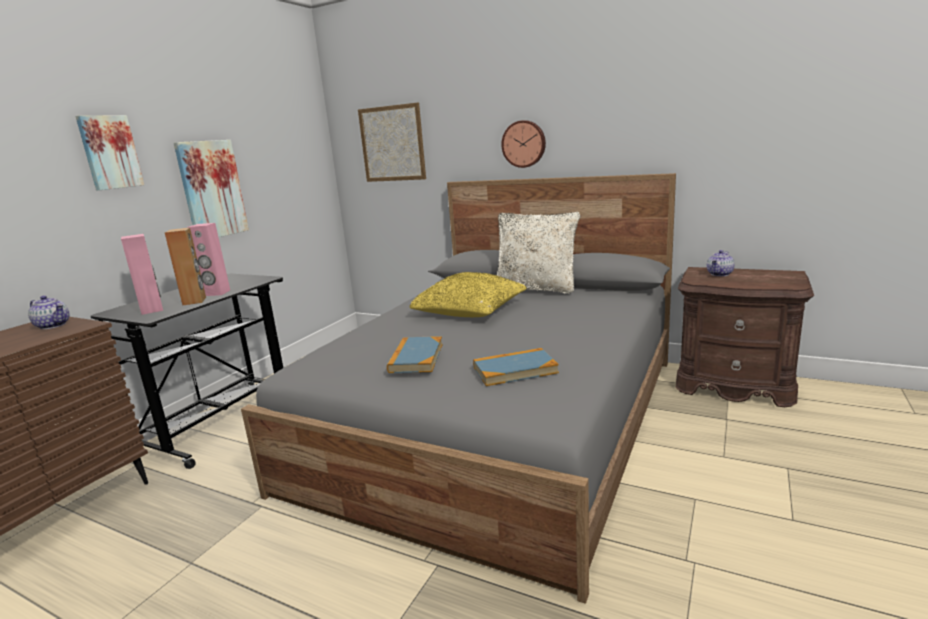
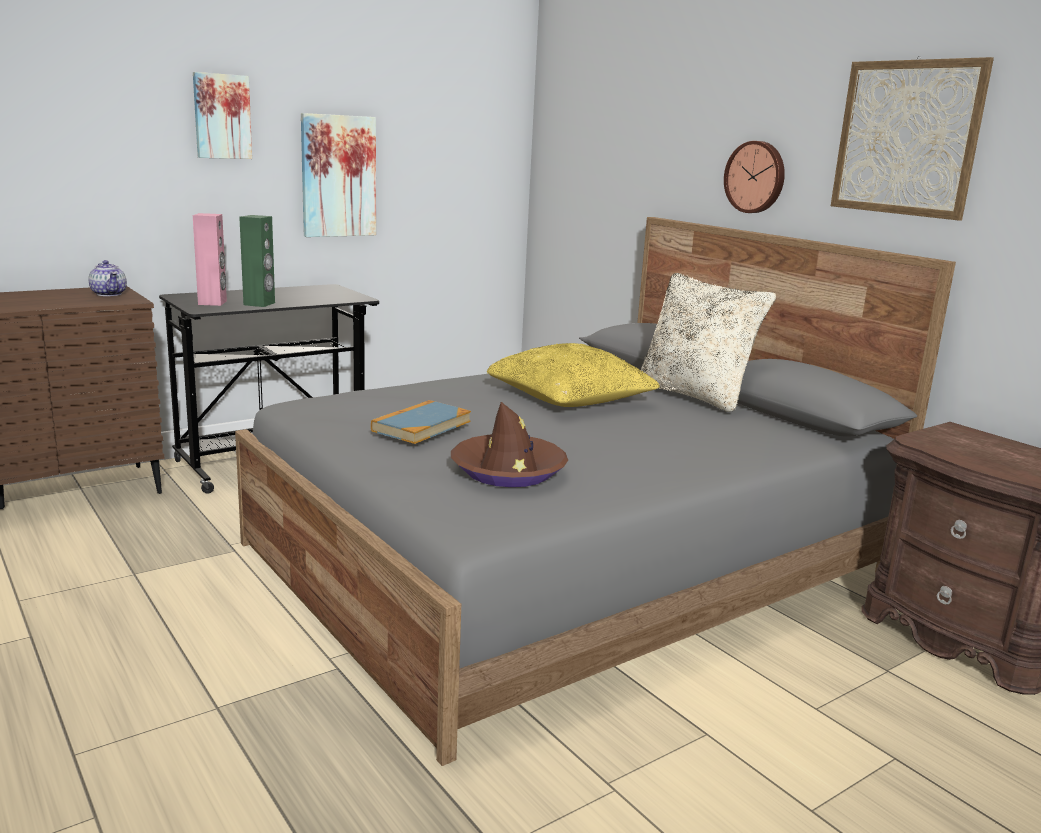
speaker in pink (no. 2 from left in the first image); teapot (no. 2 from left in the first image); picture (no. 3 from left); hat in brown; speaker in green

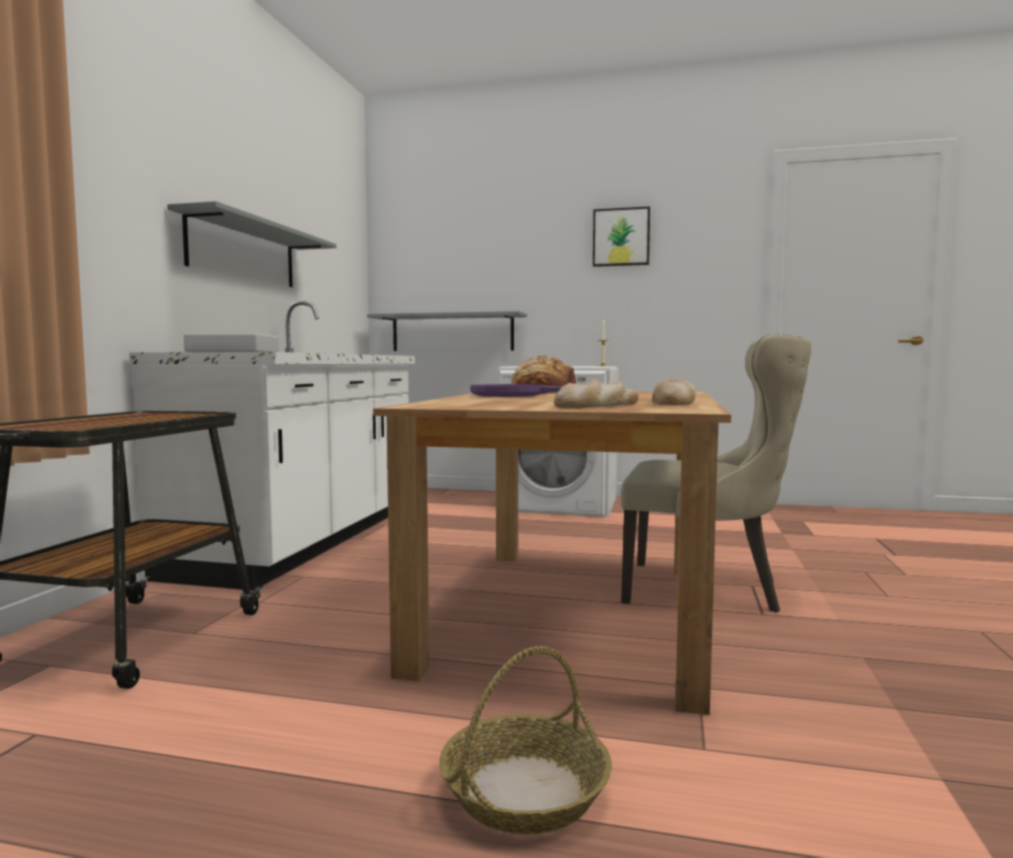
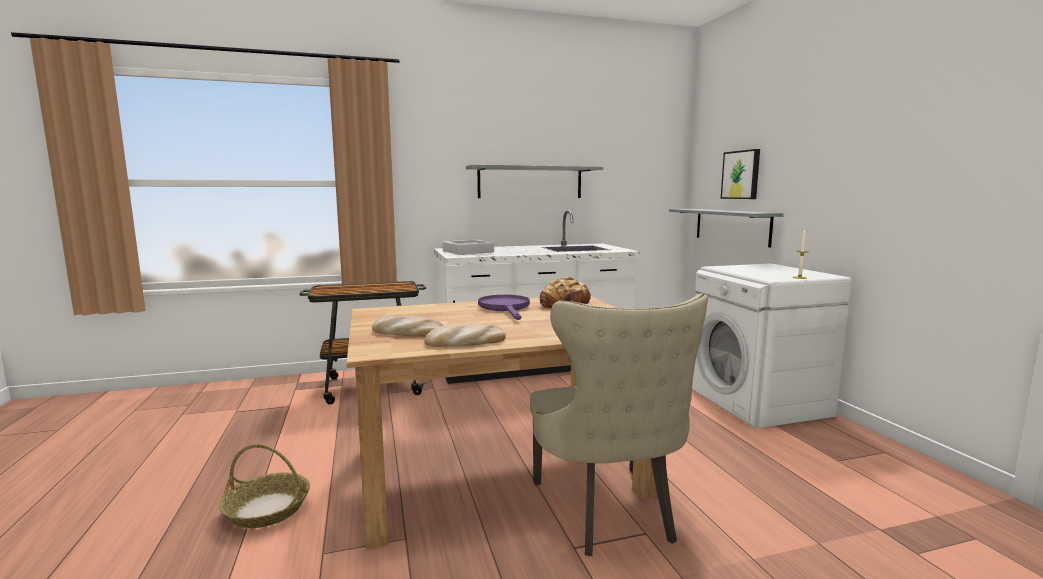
picture

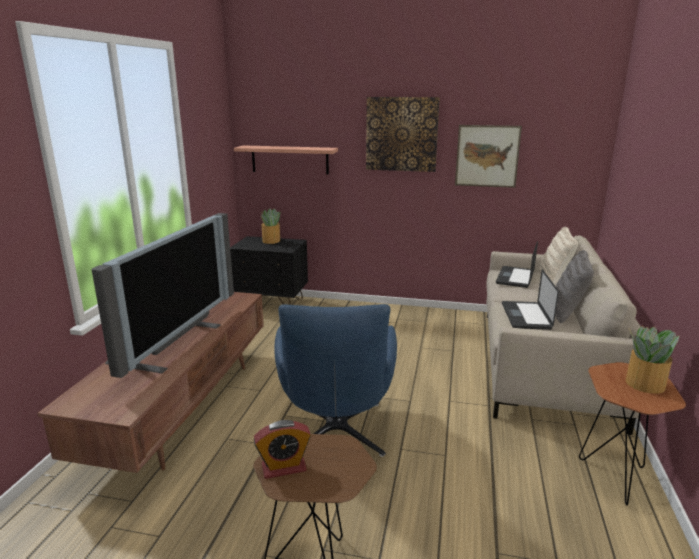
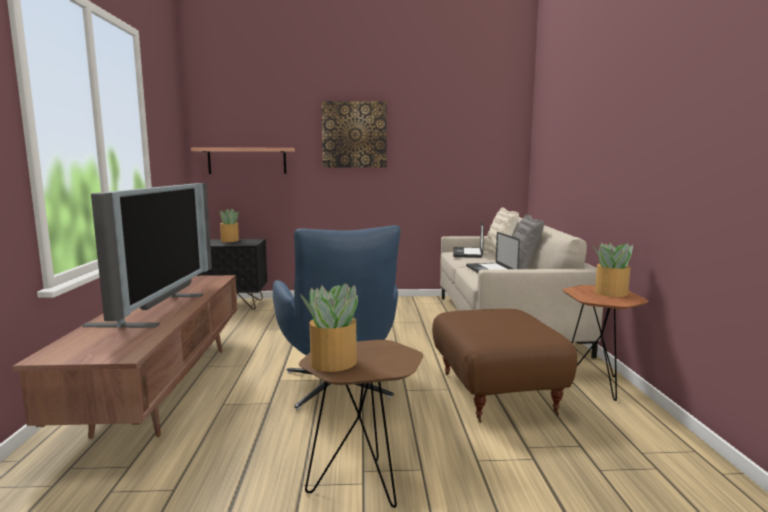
picture (no. 2 from left in the first image); ottoman in brown; potted plant (no. 2 from left)

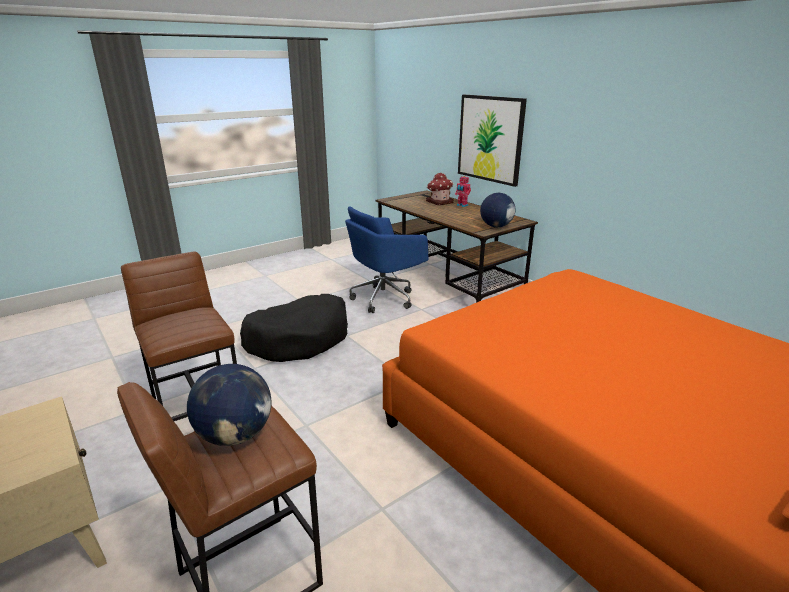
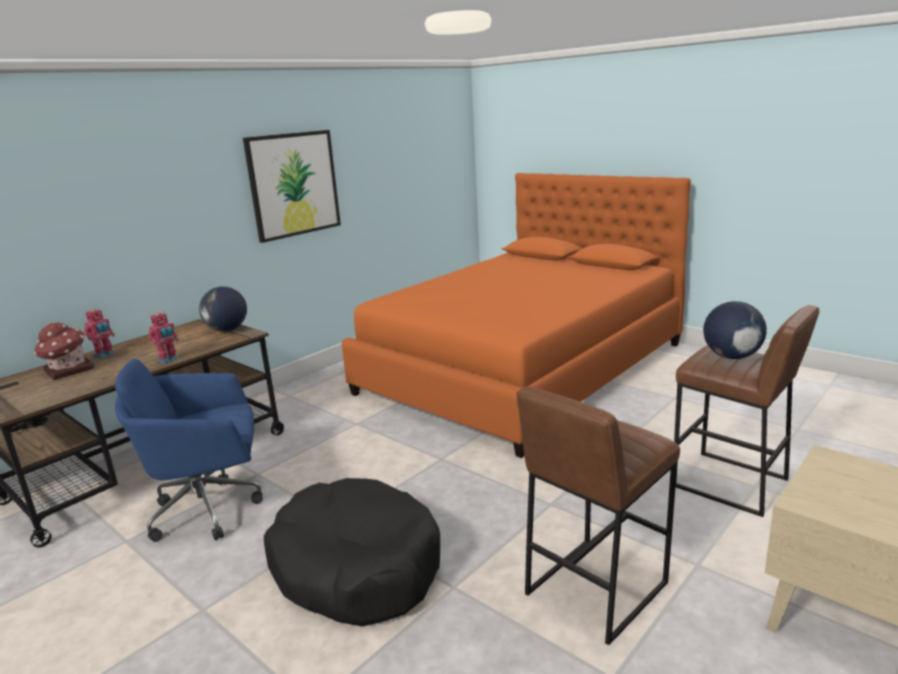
toy robot (no. 2 from left); picture; office chair in blue

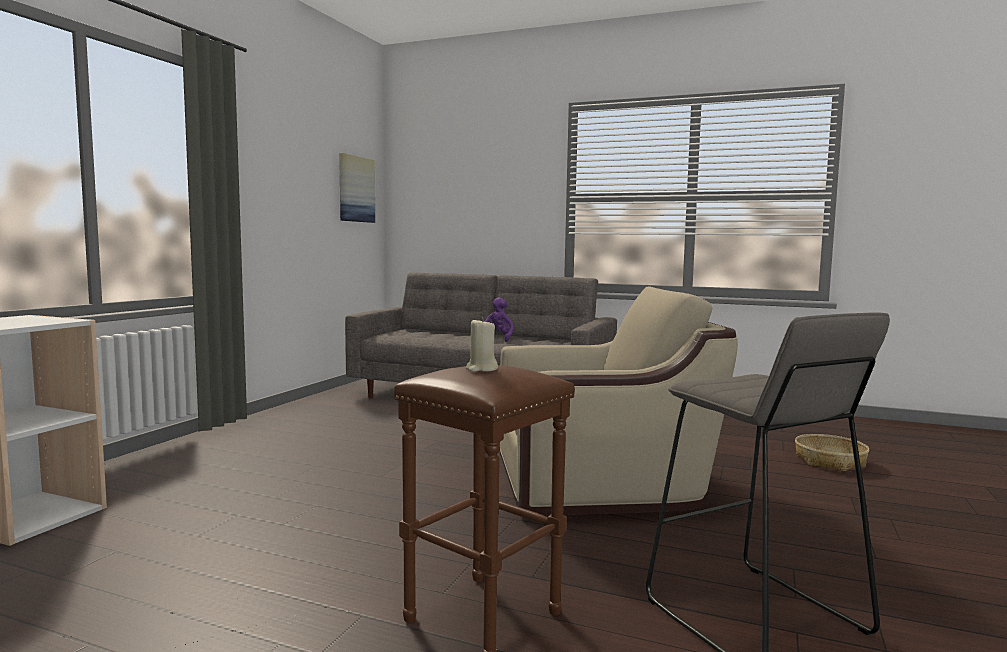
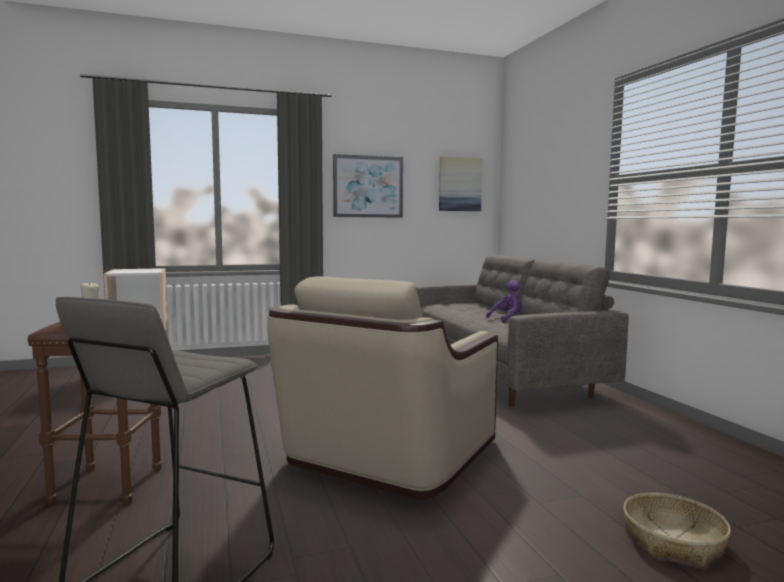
picture (no. 1 from left); armchair in beige

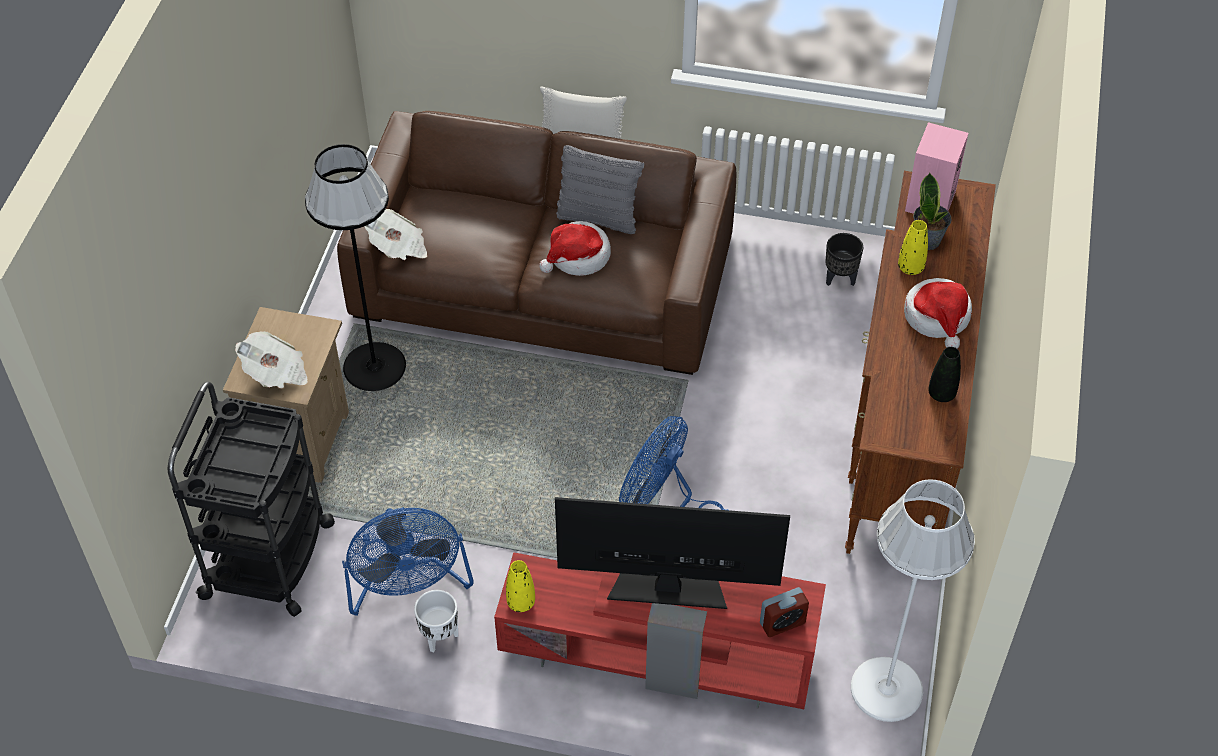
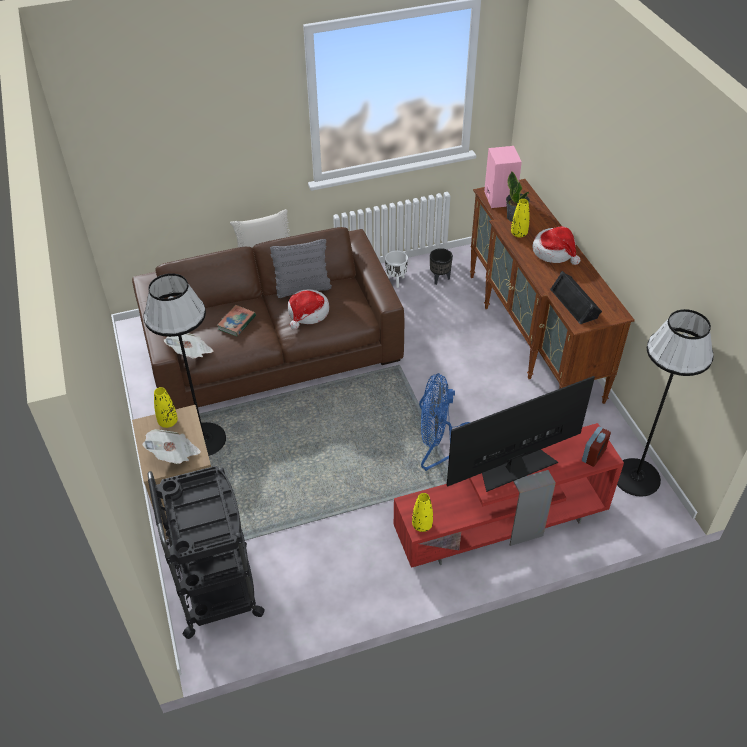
fan in blue (no. 1 from left in the first image); vase in black; vase in yellow (no. 1 from left); book; speaker in black; planter in white; floor lamp in black (no. 2 from left)

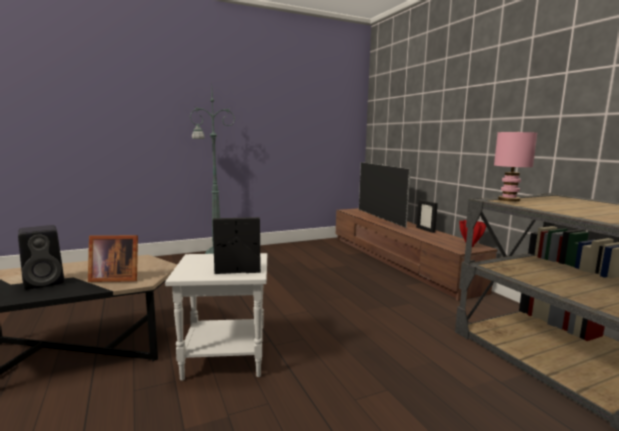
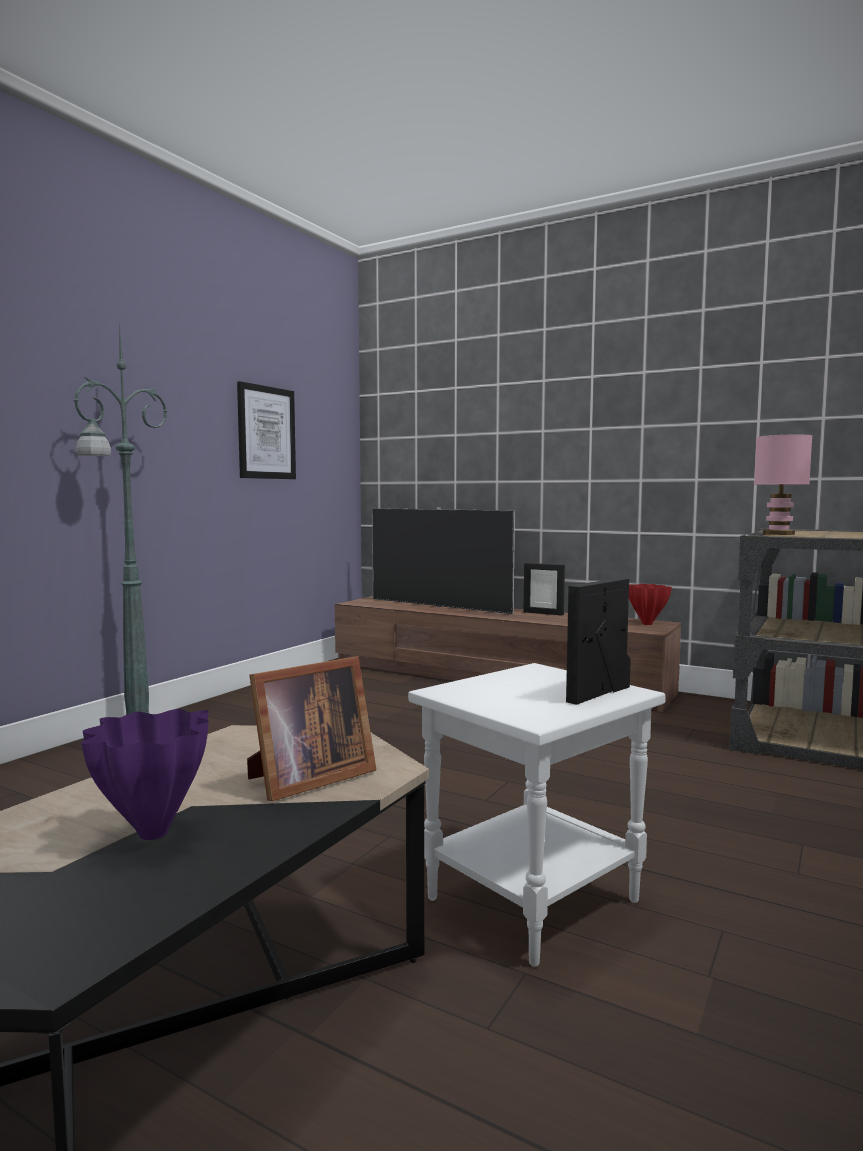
picture; vase in purple

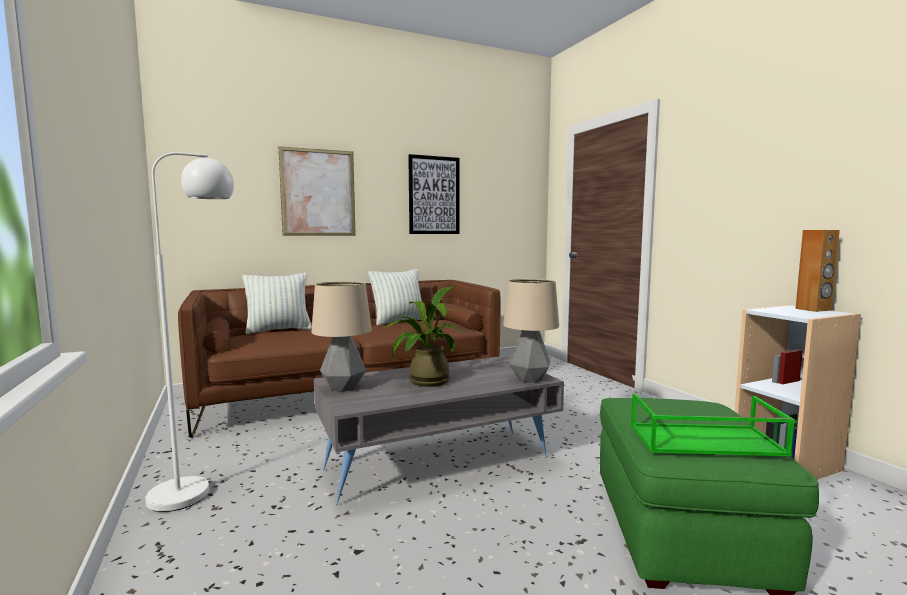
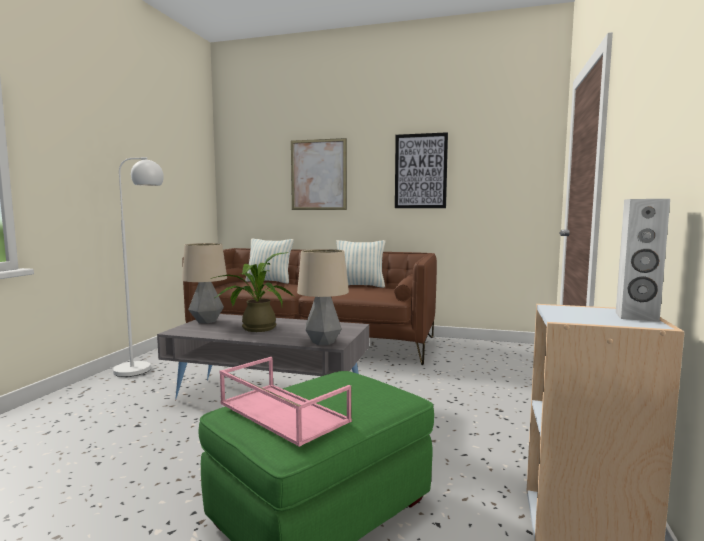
tray in pink; speaker in white

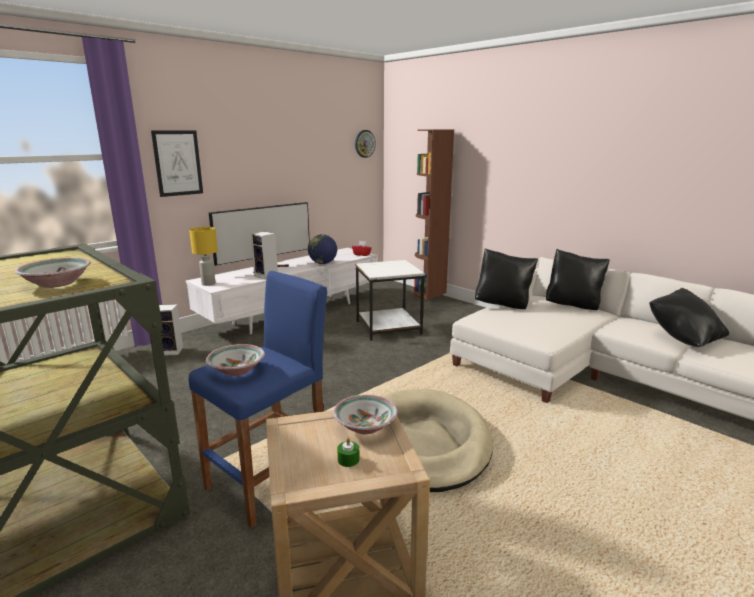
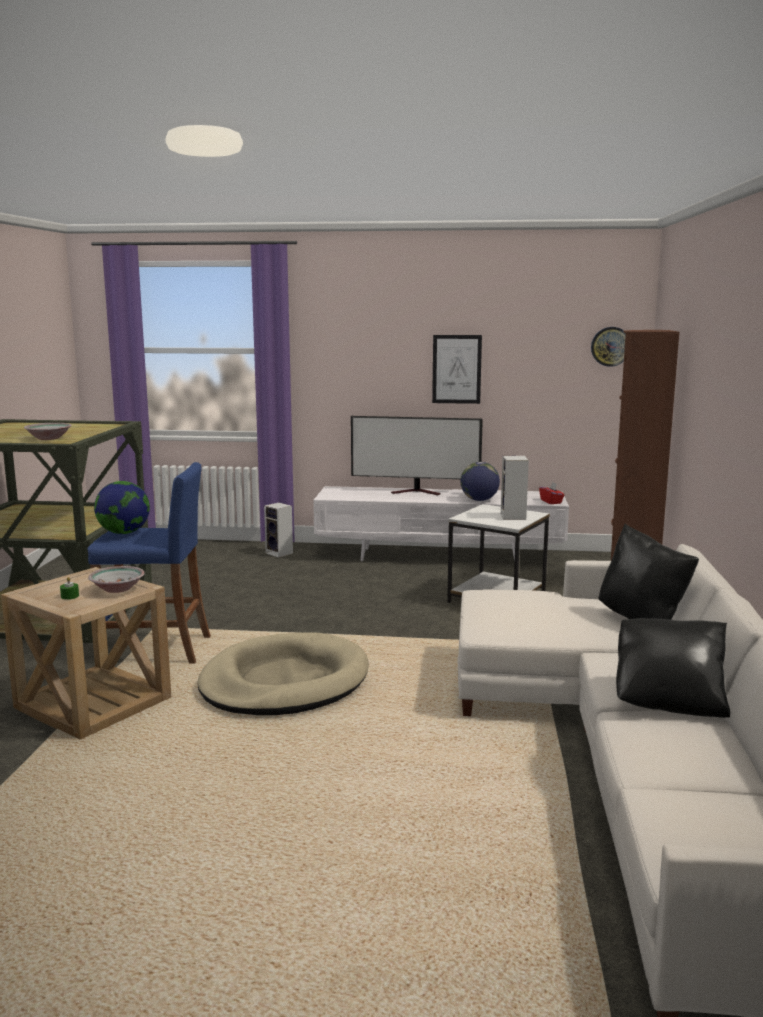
table lamp in yellow; pillow in black (no. 1 from left in the first image); picture; speaker (no. 2 from left); globe (no. 1 from left)

